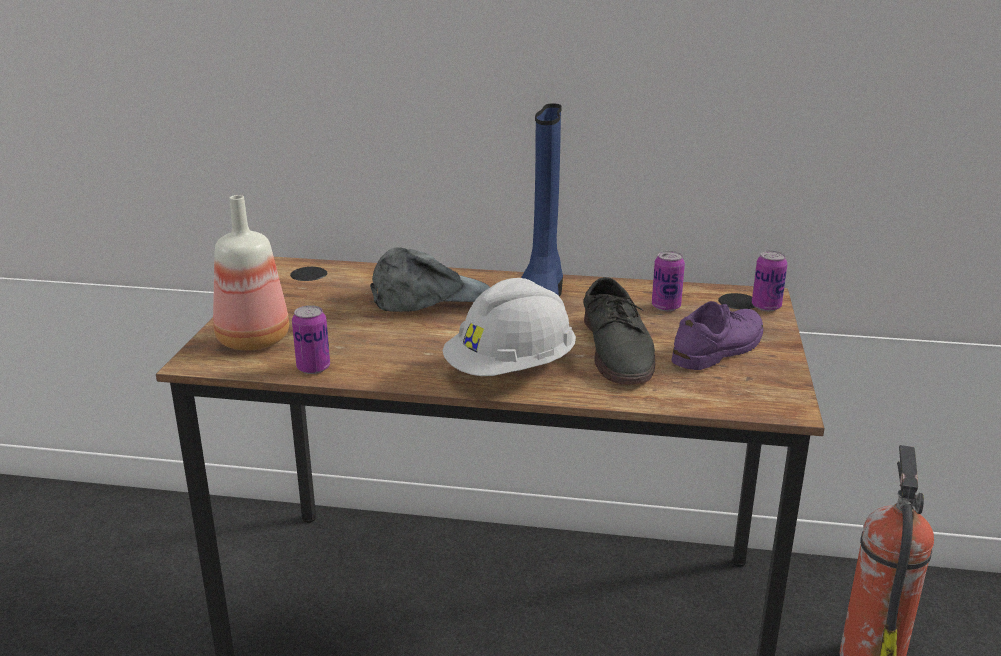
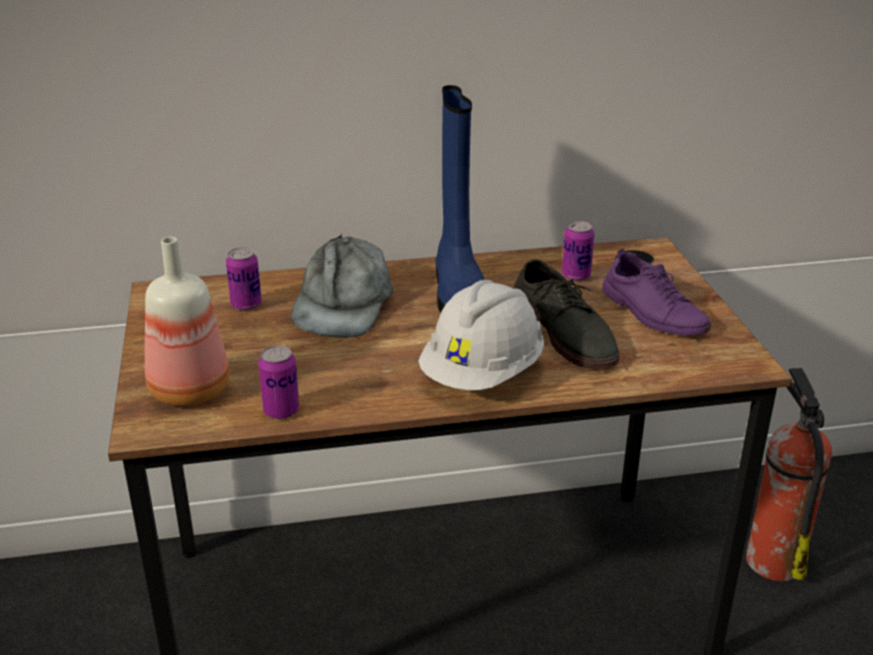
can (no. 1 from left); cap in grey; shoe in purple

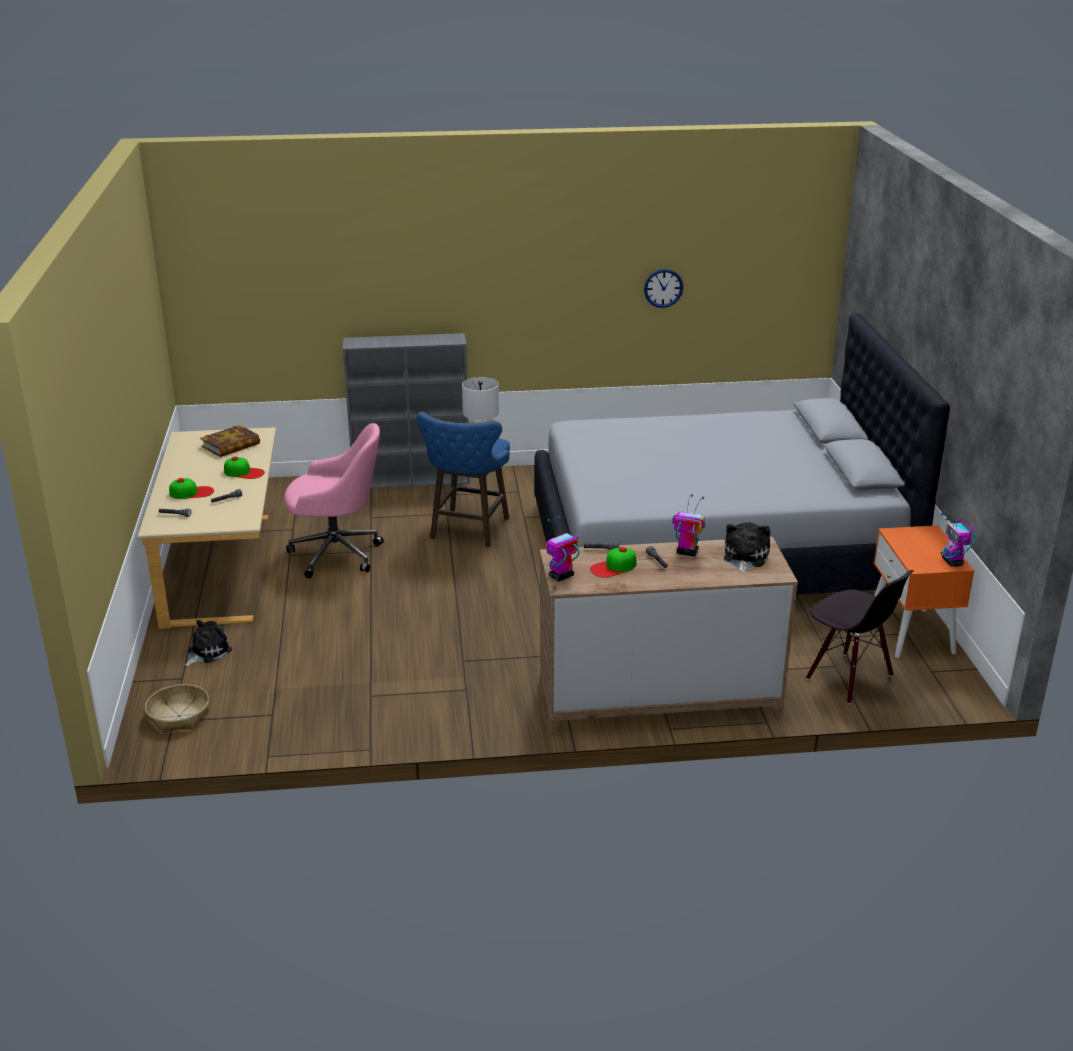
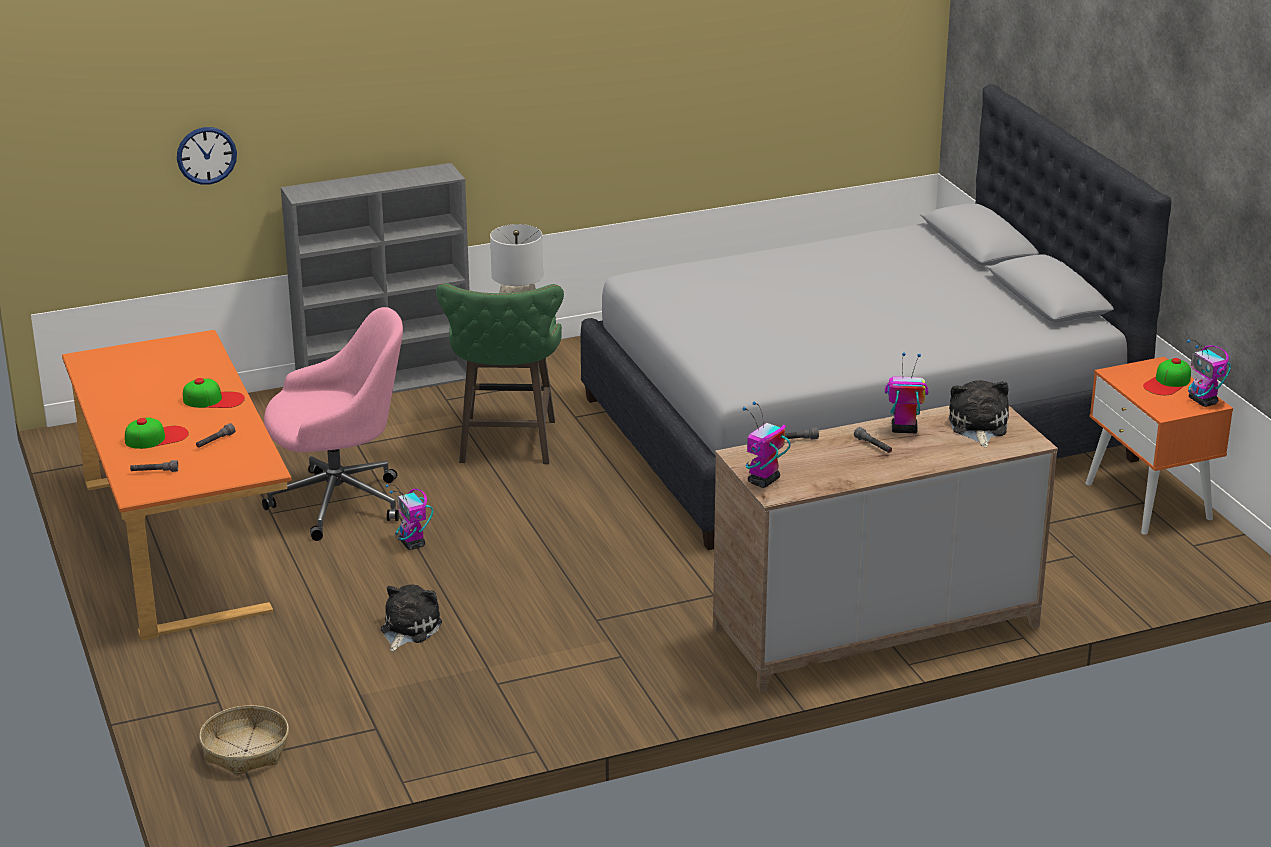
book; chair in black; toy robot (no. 1 from left); plush toy (no. 1 from left); cap (no. 3 from left); wall clock; desk in orange; stool in green

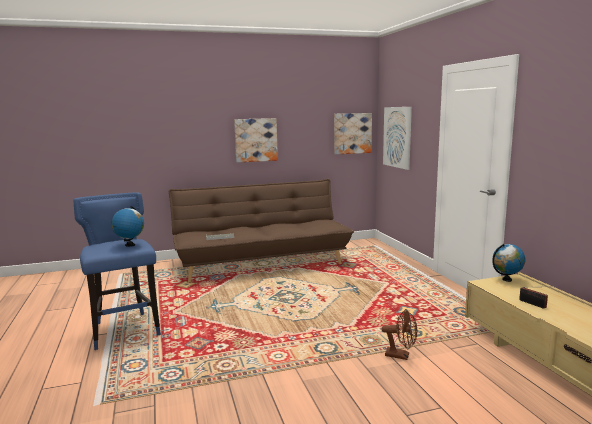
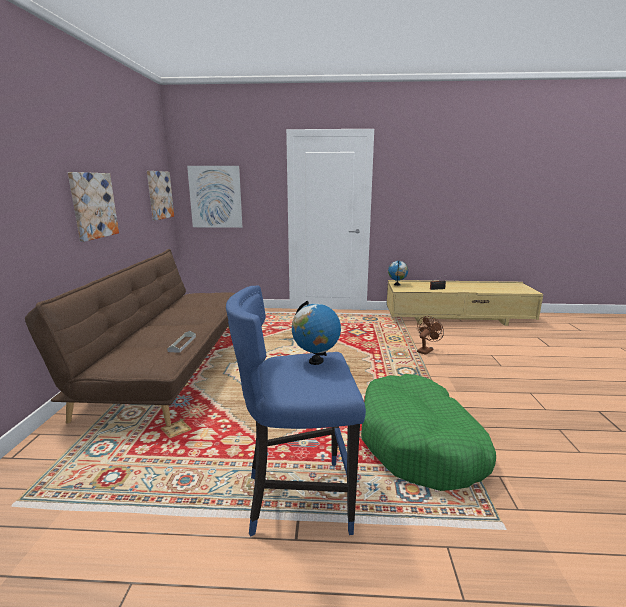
dog bed in green

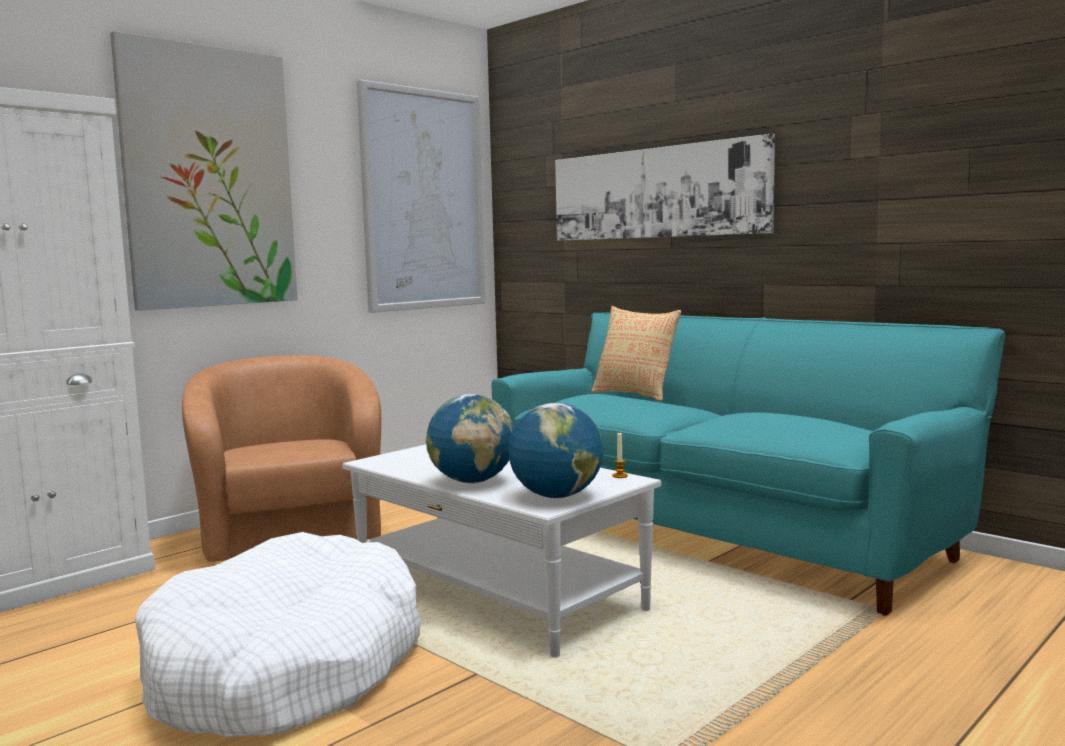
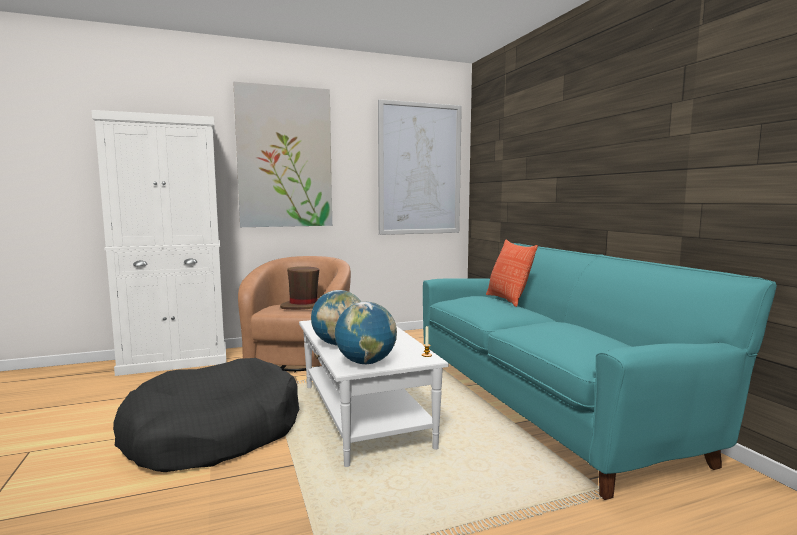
picture (no. 3 from left in the first image); hat in brown; dog bed in black; pillow in orange

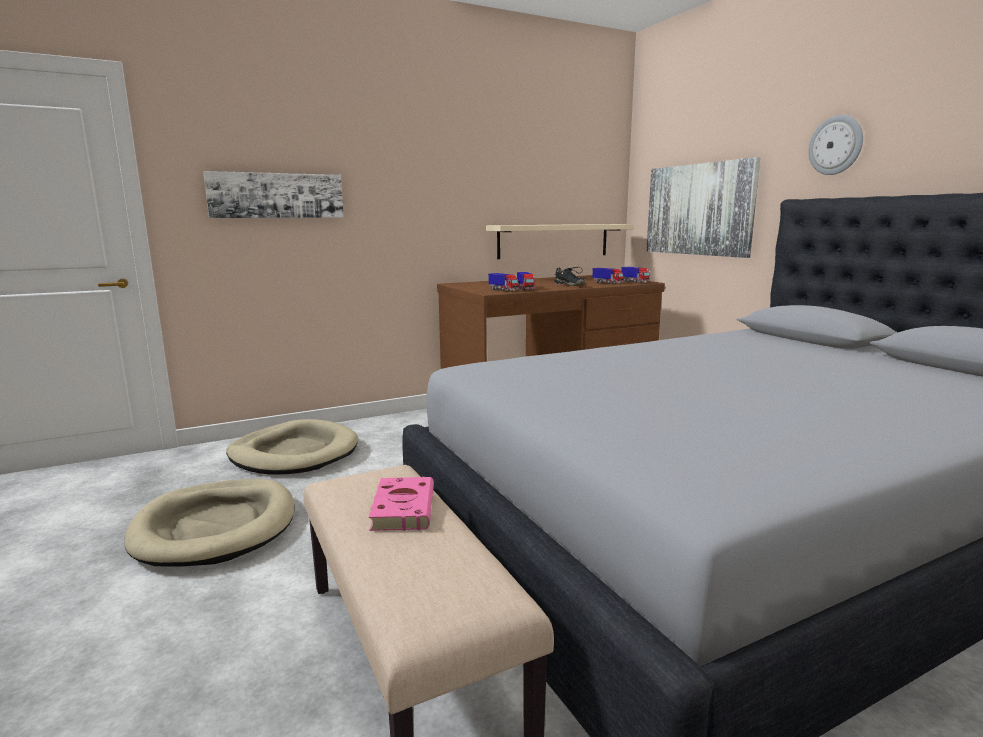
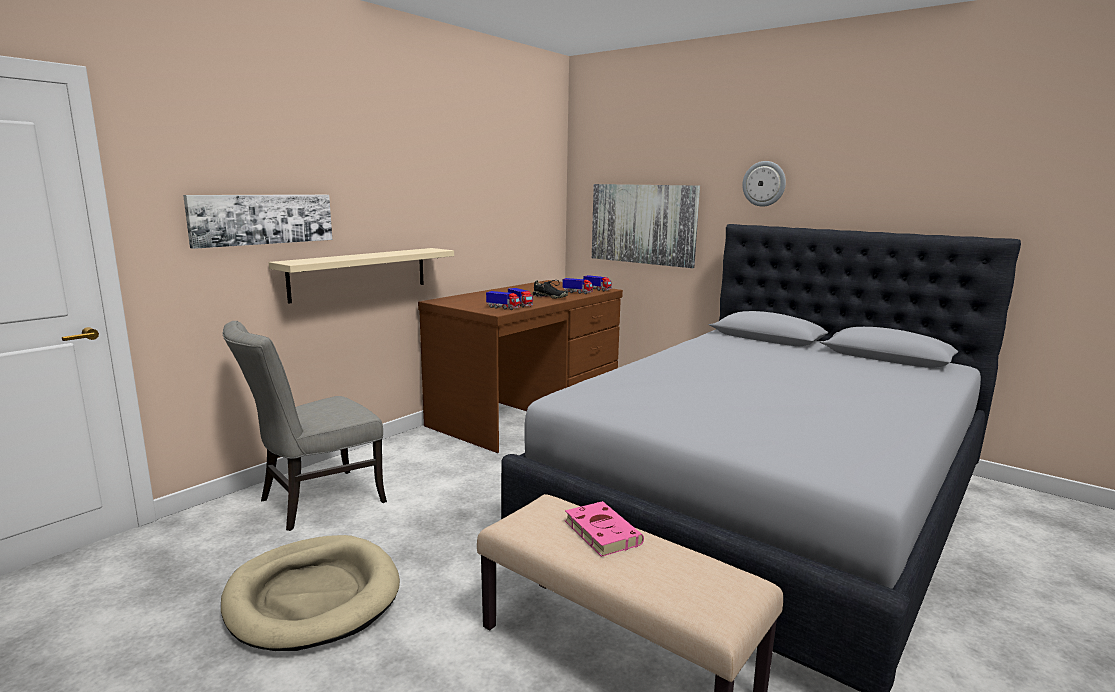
shelf in beige; chair in grey

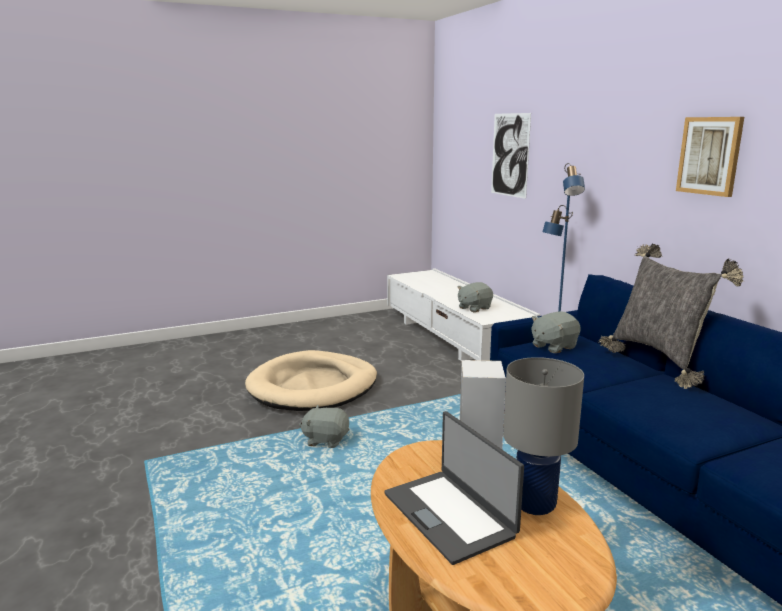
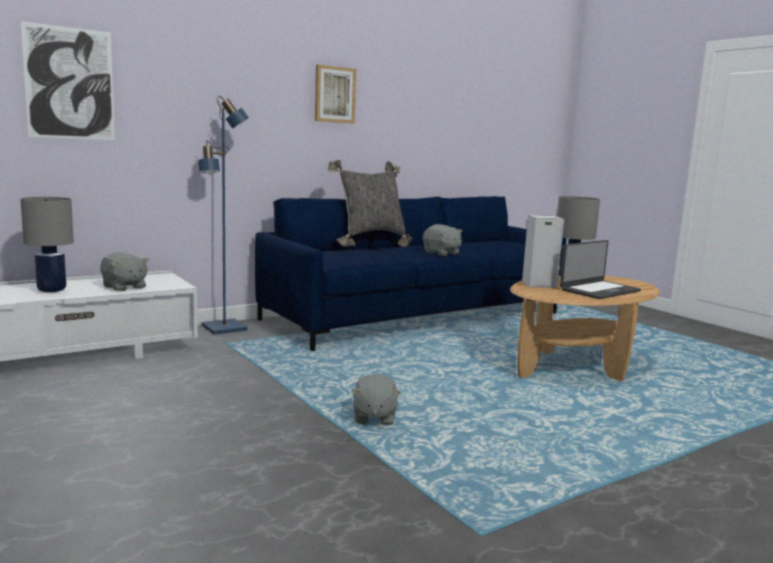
dog bed in beige; table lamp in grey (no. 1 from left); plush toy in grey (no. 3 from left)

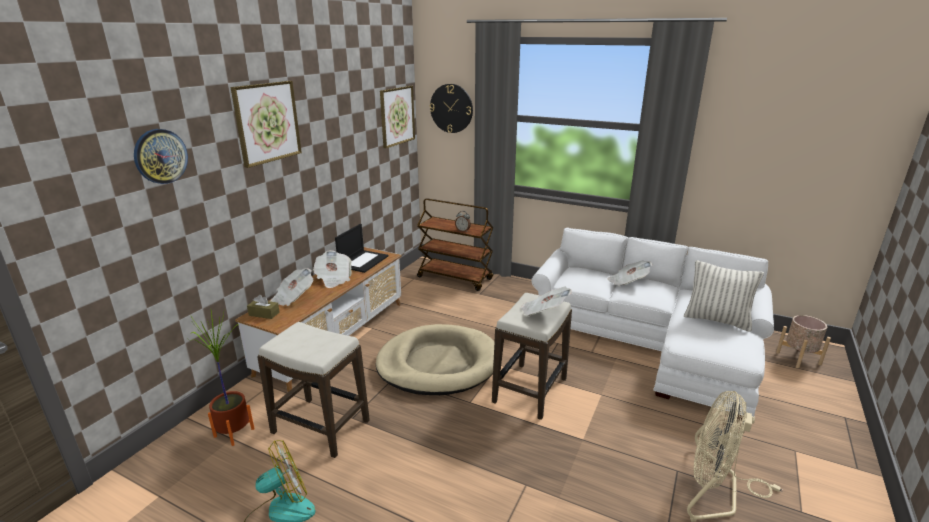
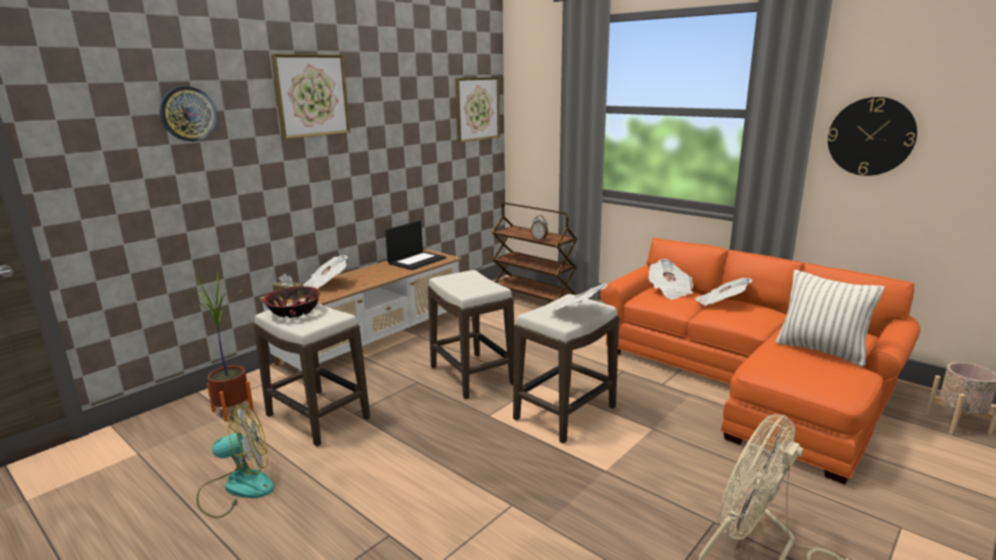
bowl; newspaper (no. 3 from left); wall clock (no. 2 from left); stool (no. 2 from left); sofa in orange

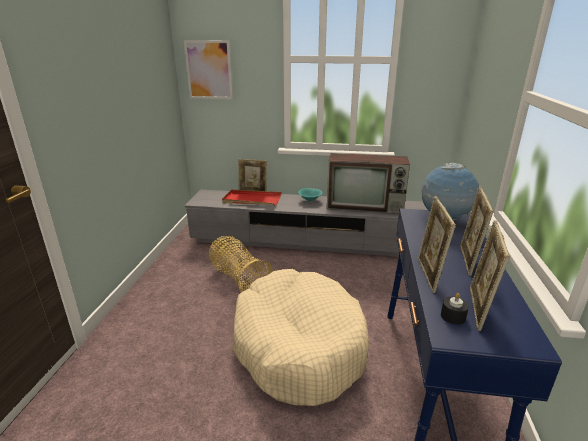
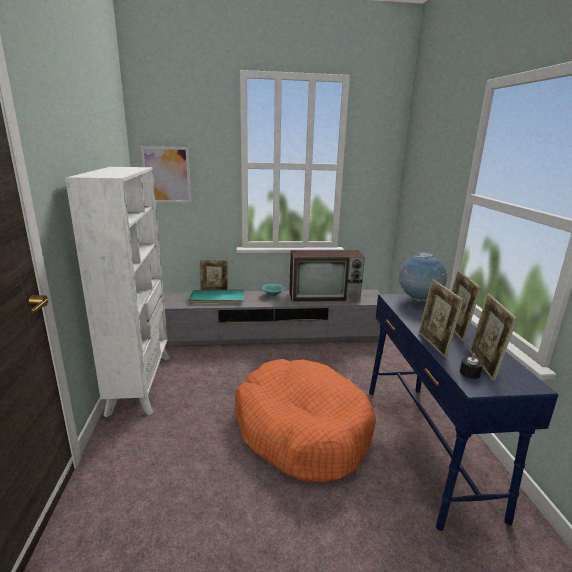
basket; bookcase in white; tray in turquoise; dog bed in orange

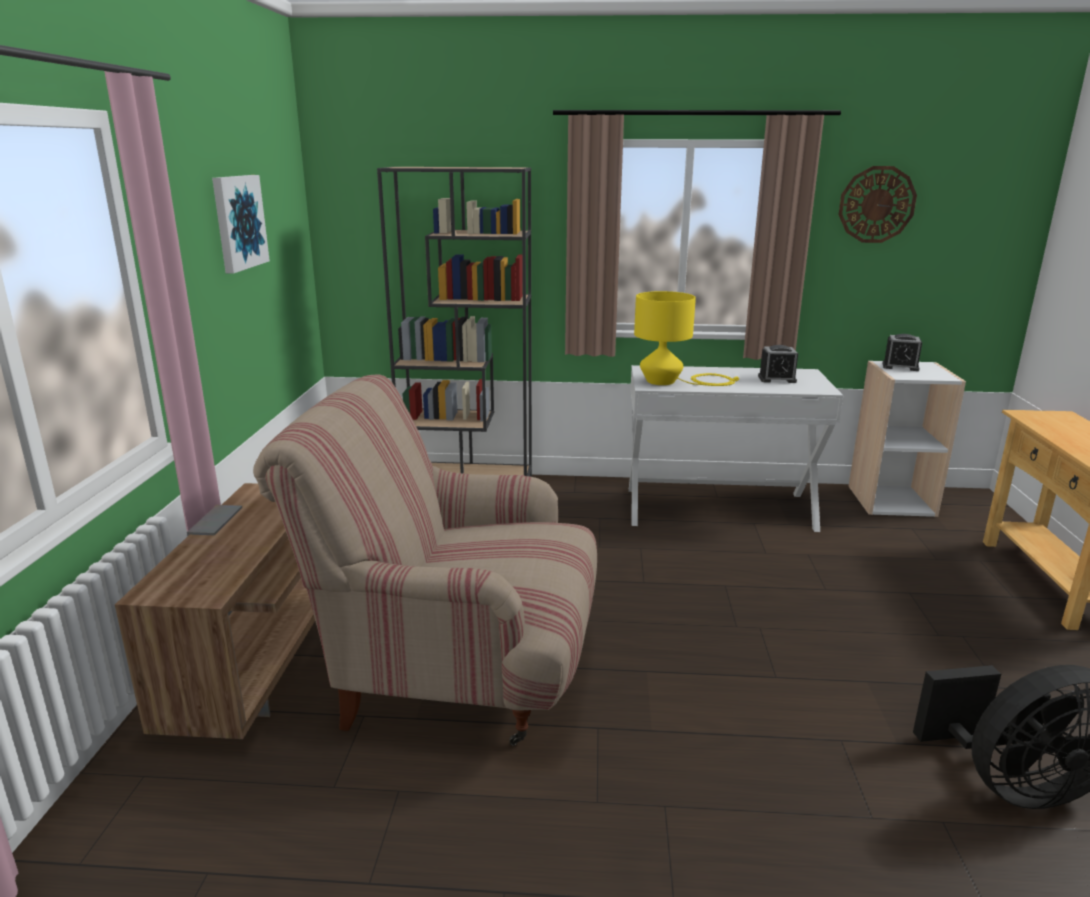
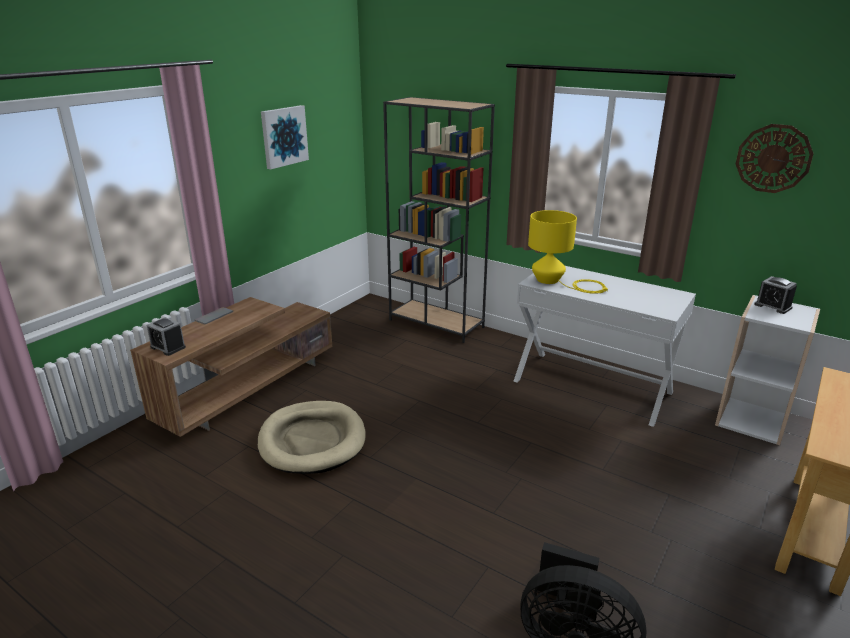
alarm clock (no. 1 from left); dog bed in beige

